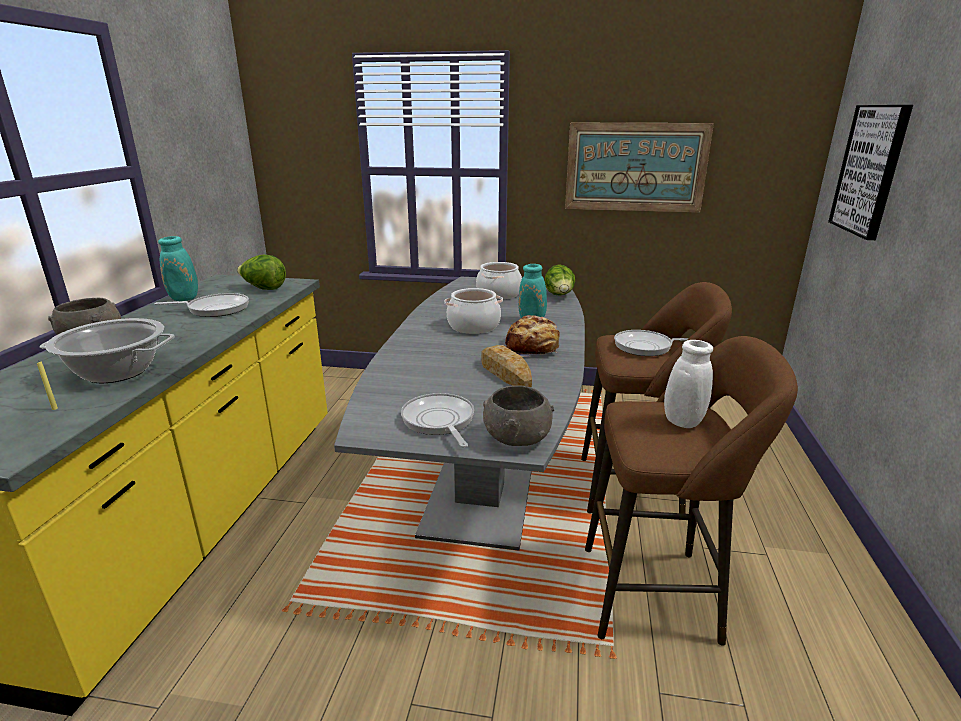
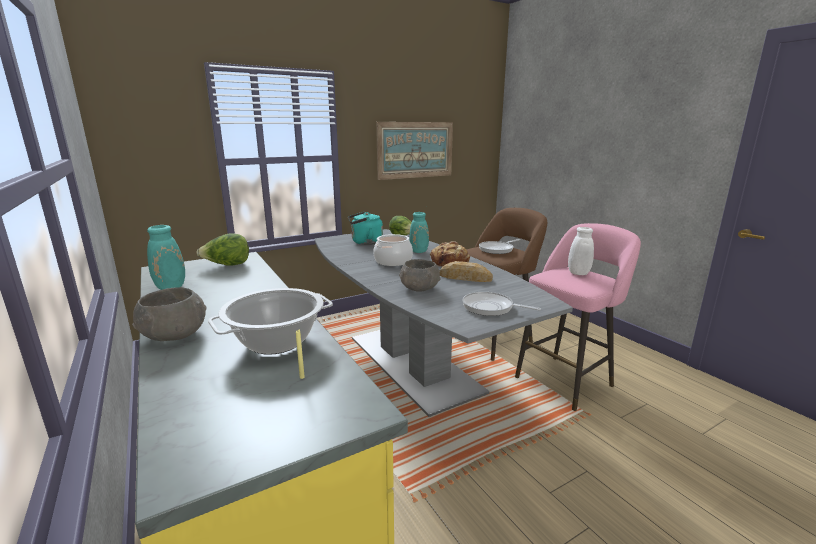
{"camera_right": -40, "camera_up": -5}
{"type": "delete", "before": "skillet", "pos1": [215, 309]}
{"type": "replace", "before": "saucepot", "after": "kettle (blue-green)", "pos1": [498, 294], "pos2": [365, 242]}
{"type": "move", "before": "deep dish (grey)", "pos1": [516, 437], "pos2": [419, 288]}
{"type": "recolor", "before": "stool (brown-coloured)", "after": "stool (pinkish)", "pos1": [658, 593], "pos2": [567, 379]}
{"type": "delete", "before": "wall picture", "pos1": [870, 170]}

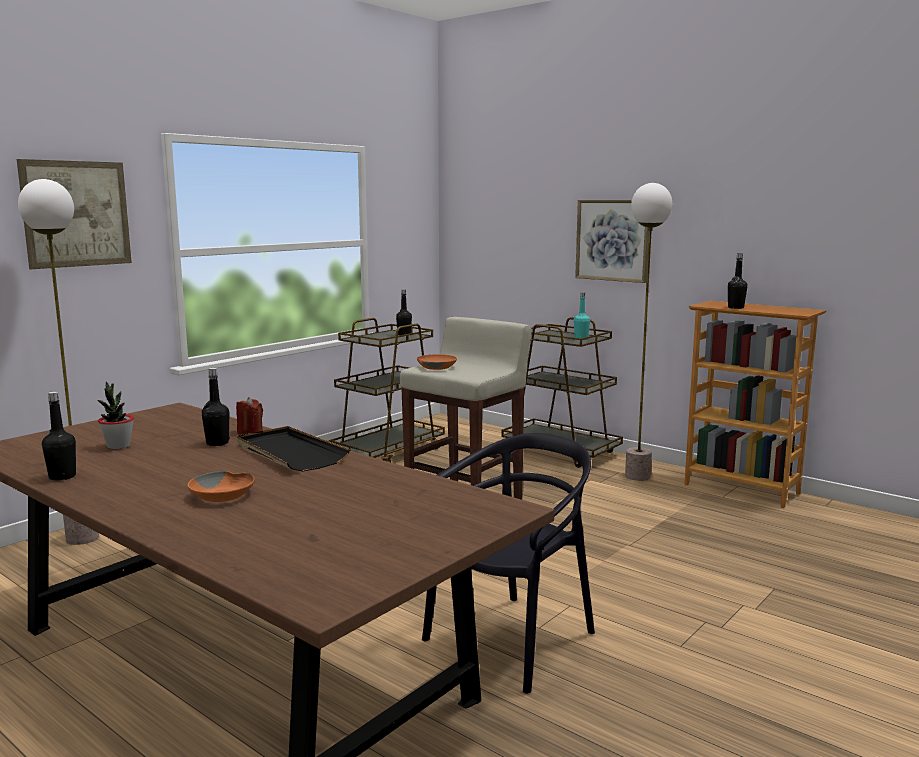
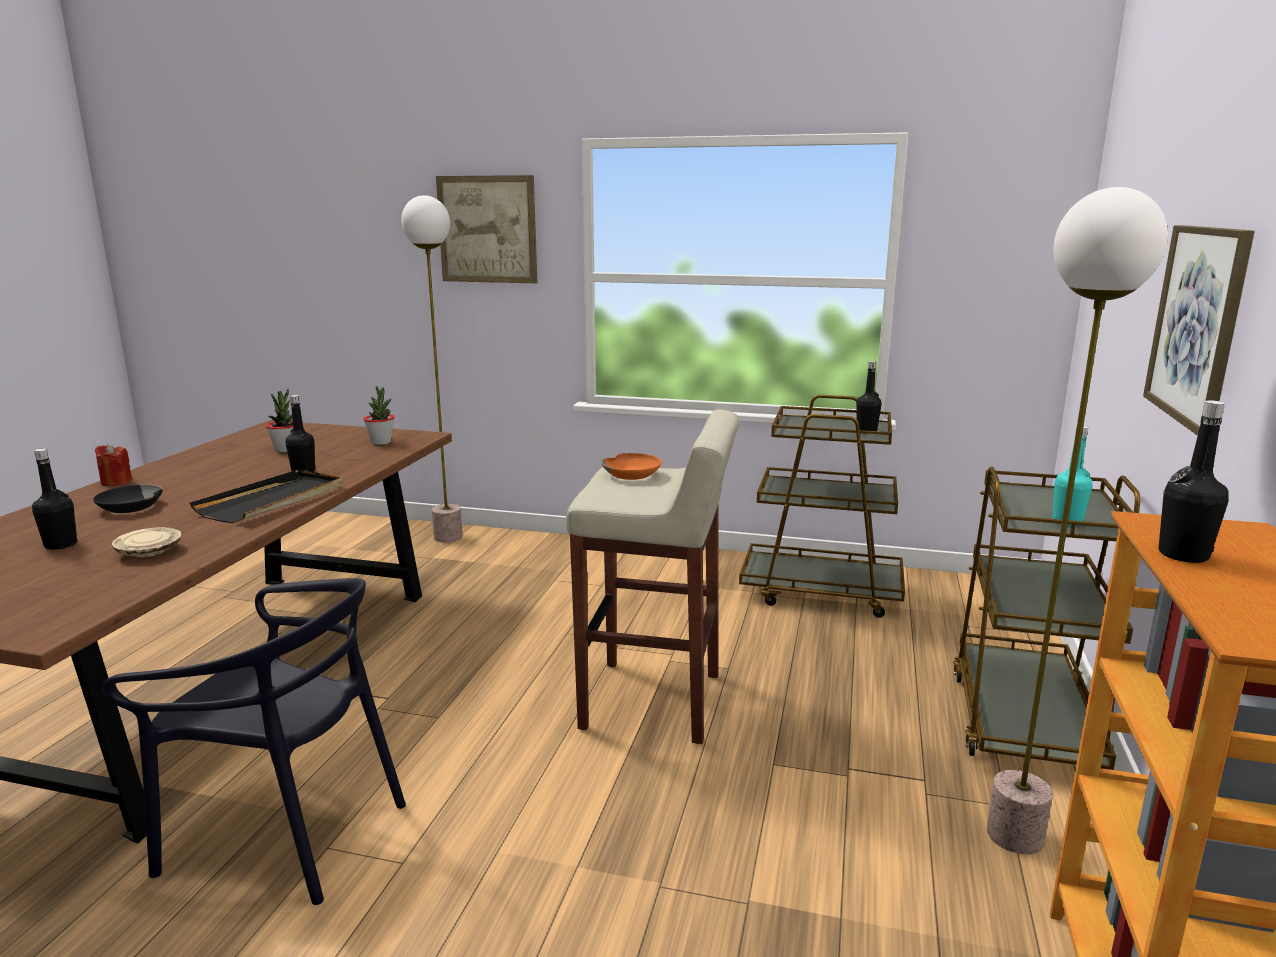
{"camera_right": 65, "camera_up": 5}
{"type": "move", "before": "bottle (black-coloured)", "pos1": [62, 477], "pos2": [61, 545]}
{"type": "recolor", "before": "deep dish (orange-coloured)", "after": "deep dish (black-coloured)", "pos1": [223, 496], "pos2": [129, 508]}
{"type": "move", "before": "candle (red-coloured)", "pos1": [250, 432], "pos2": [116, 482]}
{"type": "insert", "after": "plate (sand-coloured)", "pos2": [149, 551]}
{"type": "insert", "after": "houseplant", "pos2": [381, 442]}

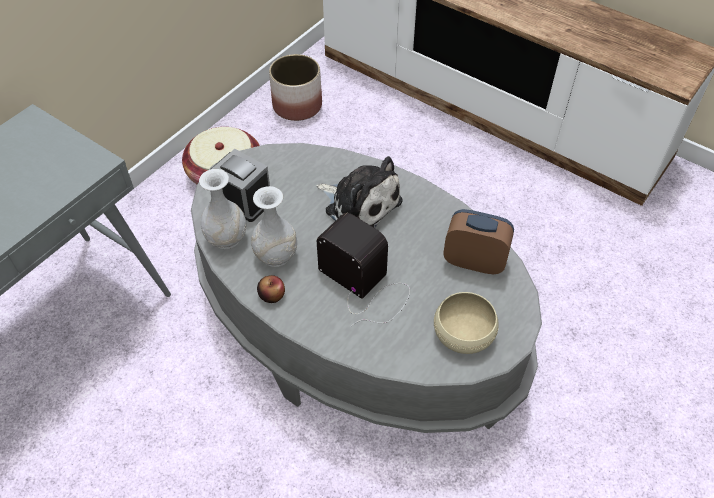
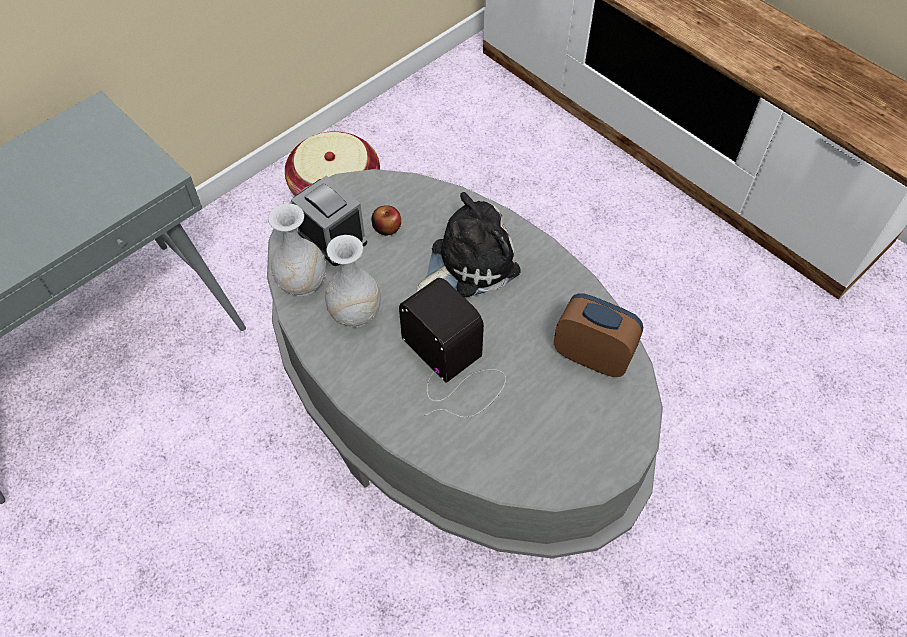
{"camera_right": 10, "camera_up": 5}
{"type": "move", "before": "apple fruit", "pos1": [272, 295], "pos2": [387, 227]}
{"type": "delete", "before": "flower pot", "pos1": [297, 105]}
{"type": "rotate", "before": "cuddly toy", "pos1": [360, 204], "pos2": [469, 262], "turn": -75}
{"type": "delete", "before": "deep dish (sand-coloured)", "pos1": [464, 333]}

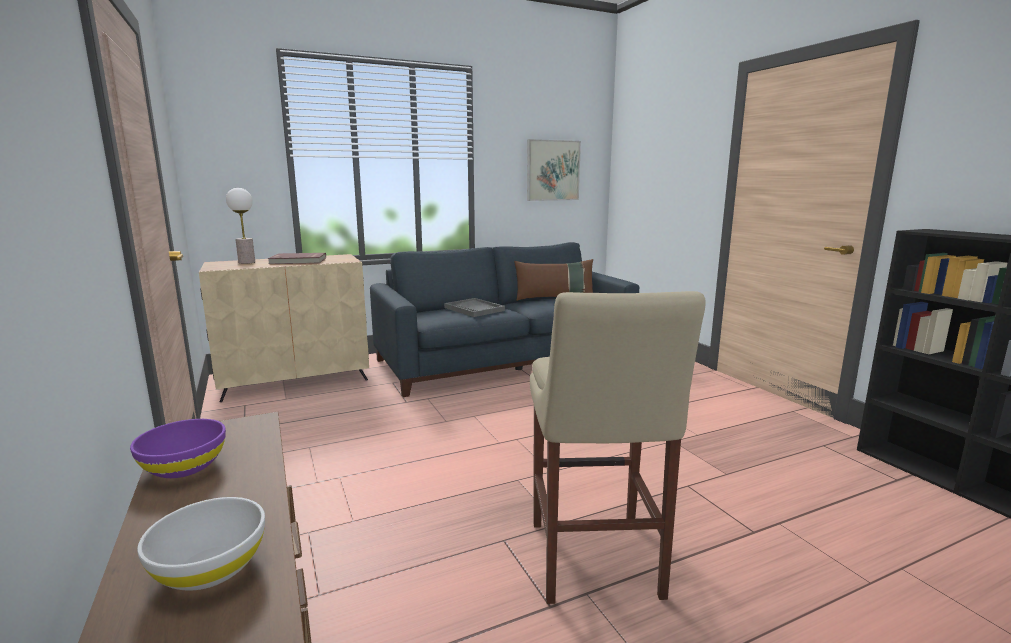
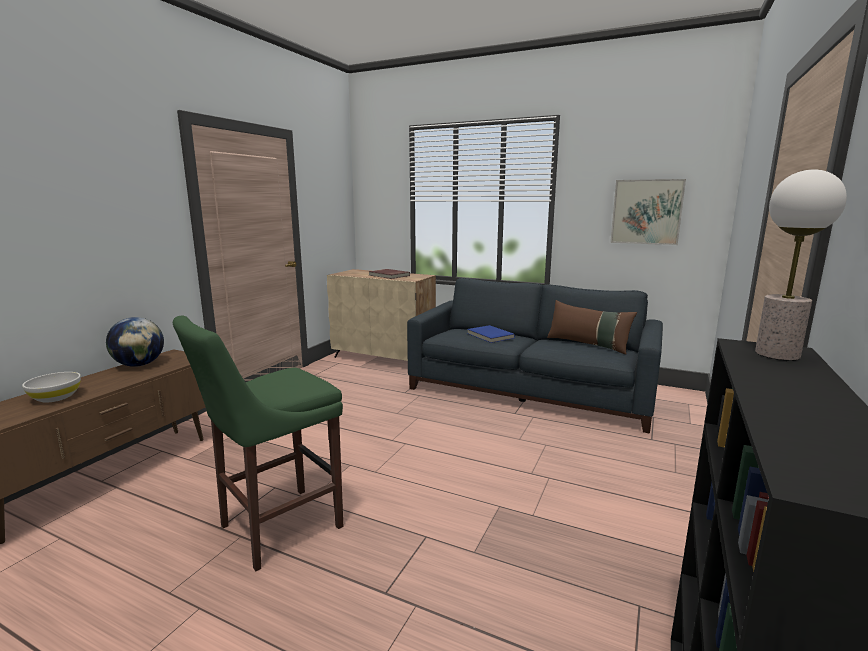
{"camera_right": 50, "camera_up": 0}
{"type": "replace", "before": "deep dish (purple-coloured)", "after": "desk globe", "pos1": [184, 467], "pos2": [139, 365]}
{"type": "move", "before": "lamp for a table", "pos1": [247, 262], "pos2": [777, 354]}
{"type": "replace", "before": "serving tray (grey)", "after": "volume (bluish)", "pos1": [474, 309], "pos2": [489, 336]}
{"type": "recolor", "before": "stool (sand-coloured)", "after": "stool (greenish)", "pos1": [594, 563], "pos2": [275, 528]}

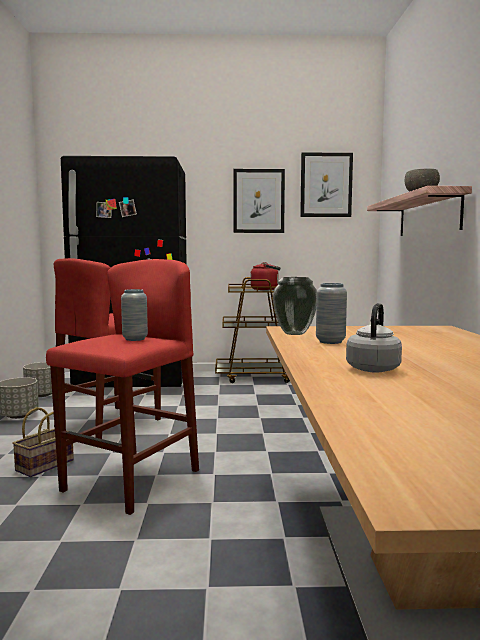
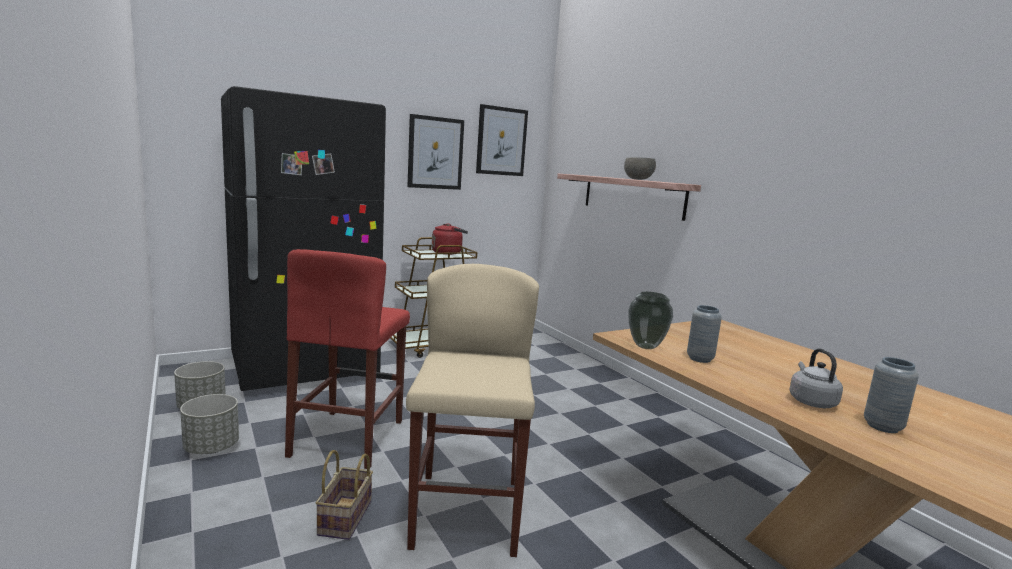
{"camera_right": -30, "camera_up": 5}
{"type": "recolor", "before": "stool (red-coloured)", "after": "stool (sand-coloured)", "pos1": [131, 480], "pos2": [467, 512]}
{"type": "move", "before": "flower vase (grey)", "pos1": [135, 339], "pos2": [882, 427]}

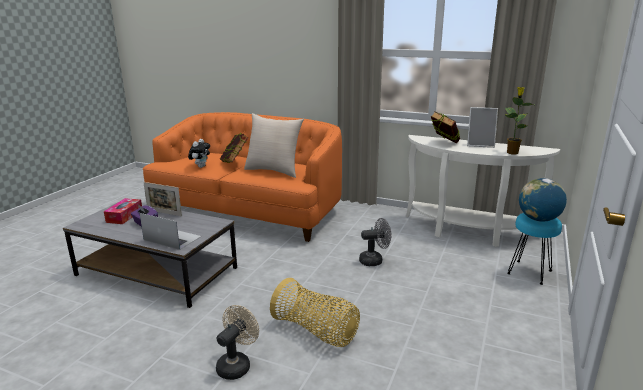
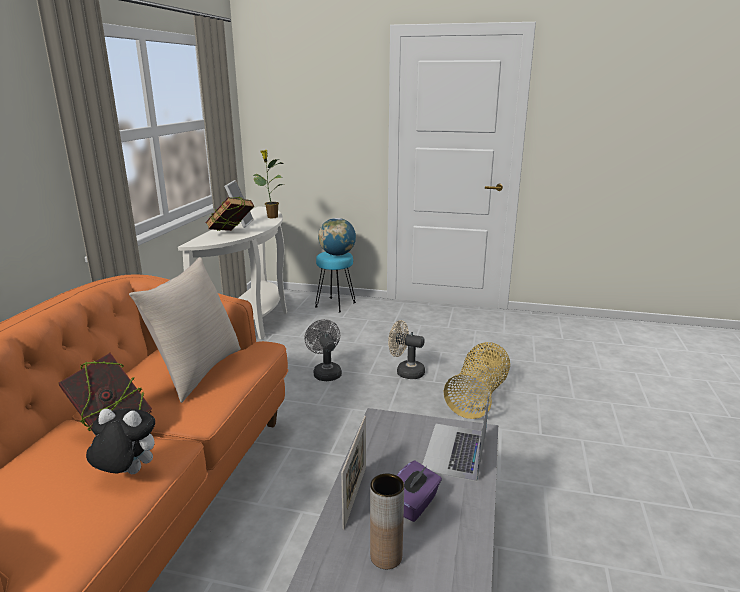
{"camera_right": -100, "camera_up": 0}
{"type": "replace", "before": "tissue holder", "after": "flower vase (brown-coloured)", "pos1": [124, 216], "pos2": [386, 556]}
{"type": "move", "before": "fan (sand-coloured)", "pos1": [237, 364], "pos2": [405, 372]}

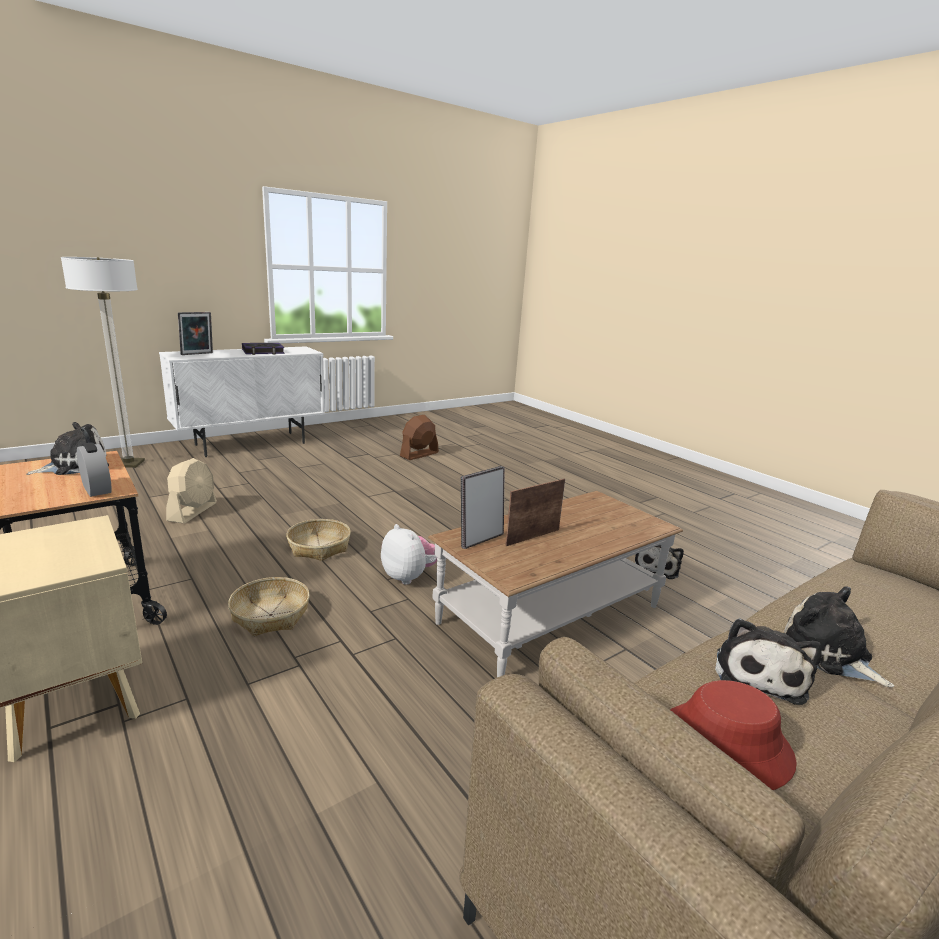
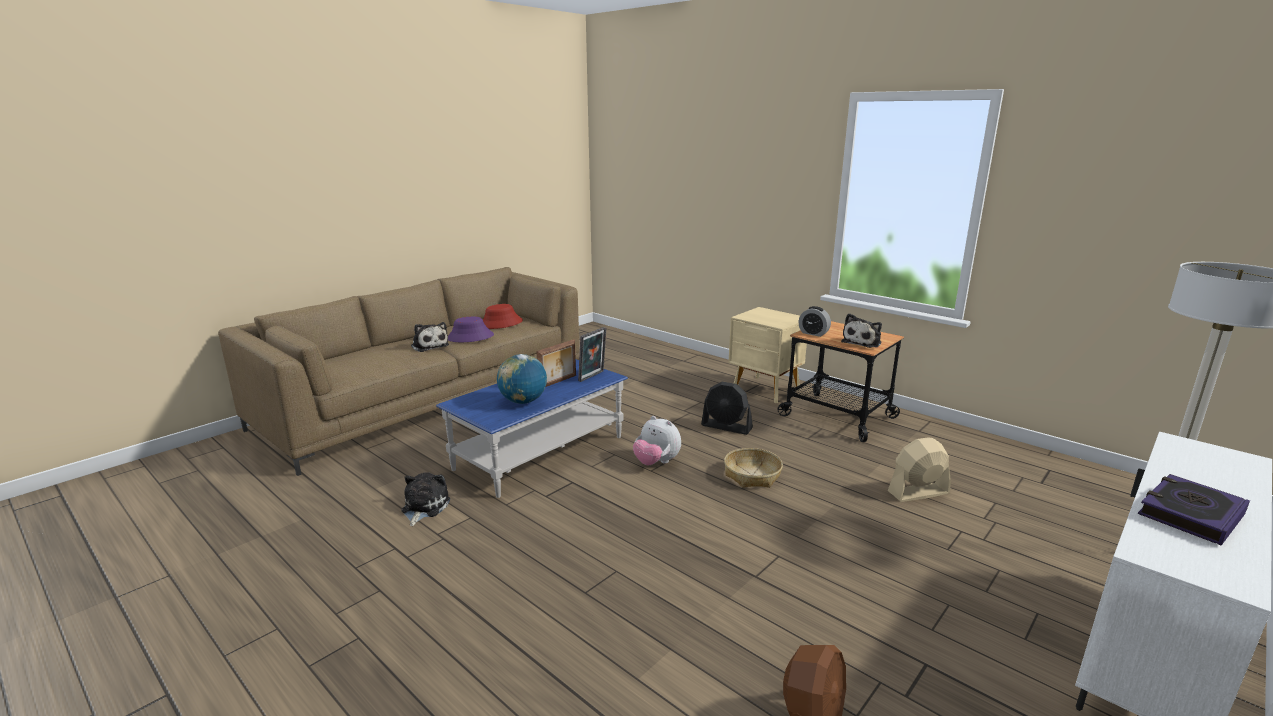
{"camera_right": 170, "camera_up": 0}
{"type": "rotate", "before": "fan (sand-coloured)", "pos1": [193, 511], "pos2": [918, 492], "turn": 75}
{"type": "delete", "before": "picture frame", "pos1": [197, 354]}
{"type": "replace", "before": "storage basket", "after": "fan (black-coloured)", "pos1": [270, 615], "pos2": [726, 427]}
{"type": "recolor", "before": "lounge table (brown-coloured)", "after": "lounge table (bluish)", "pos1": [550, 614], "pos2": [540, 452]}
{"type": "replace", "before": "cuddly toy", "after": "hat (purple-coloured)", "pos1": [758, 674], "pos2": [470, 337]}
{"type": "insert", "after": "desk globe", "pos2": [523, 401]}

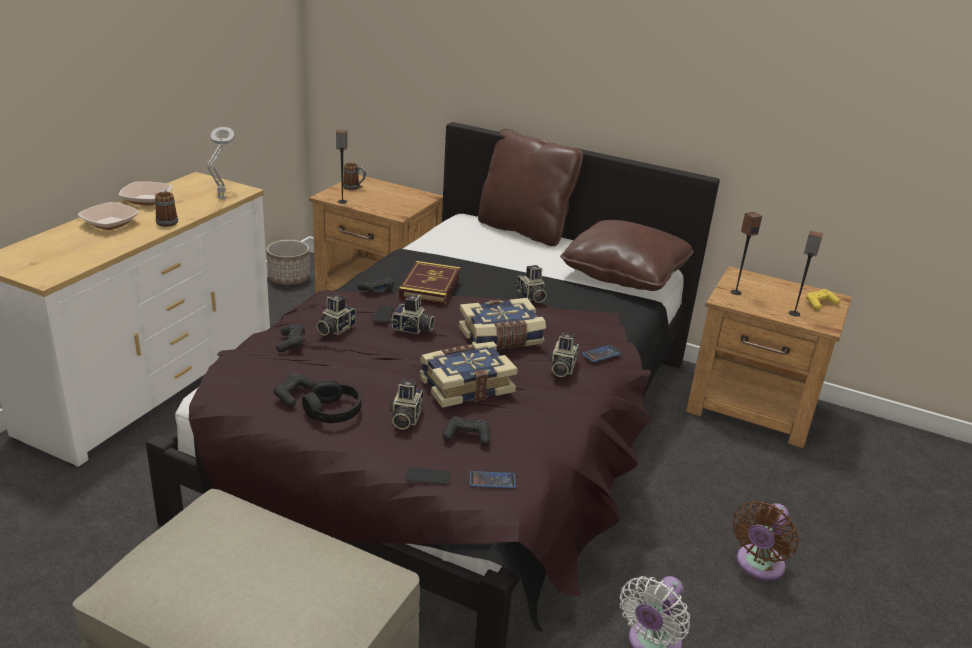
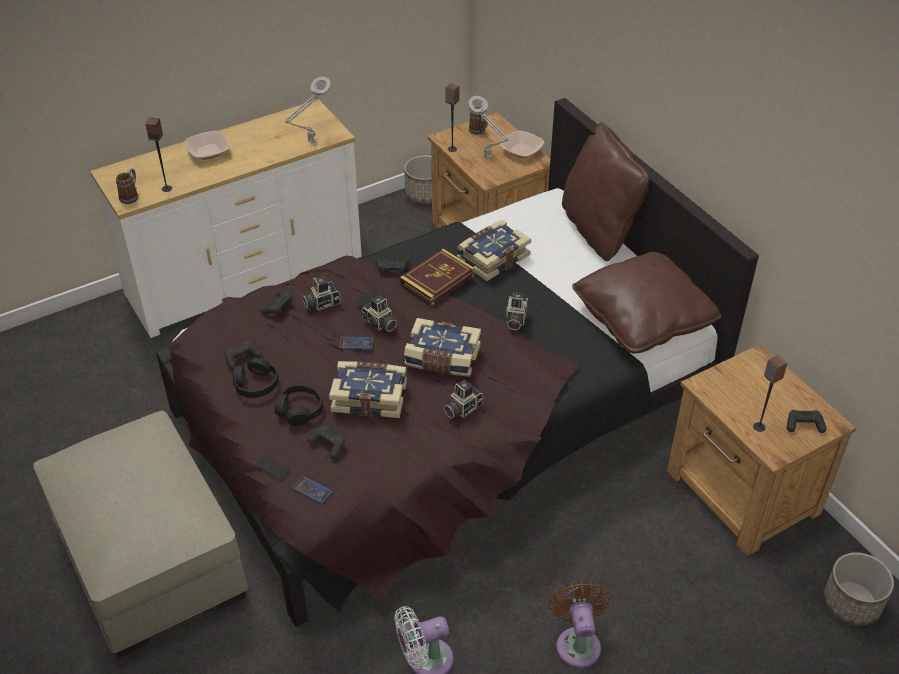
{"camera_right": 35, "camera_up": 15}
{"type": "move", "before": "deep dish", "pos1": [147, 200], "pos2": [521, 150]}
{"type": "move", "before": "mug", "pos1": [167, 220], "pos2": [131, 196]}
{"type": "replace", "before": "photo camera", "after": "headphones (black-coloured)", "pos1": [405, 418], "pos2": [299, 410]}
{"type": "move", "before": "telephone", "pos1": [601, 354], "pos2": [356, 343]}
{"type": "move", "before": "loudspeaker", "pos1": [735, 292], "pos2": [167, 188]}
{"type": "rotate", "before": "fan (brown-coloured)", "pos1": [758, 566], "pos2": [577, 642], "turn": 105}
{"type": "recolor", "before": "joypad (yellow)", "after": "joypad (black-coloured)", "pos1": [820, 304], "pos2": [804, 425]}
{"type": "insert", "after": "volume", "pos2": [492, 258]}
{"type": "insert", "after": "lamp for a table (grey)", "pos2": [488, 158]}
{"type": "insert", "after": "flower pot", "pos2": [851, 603]}

